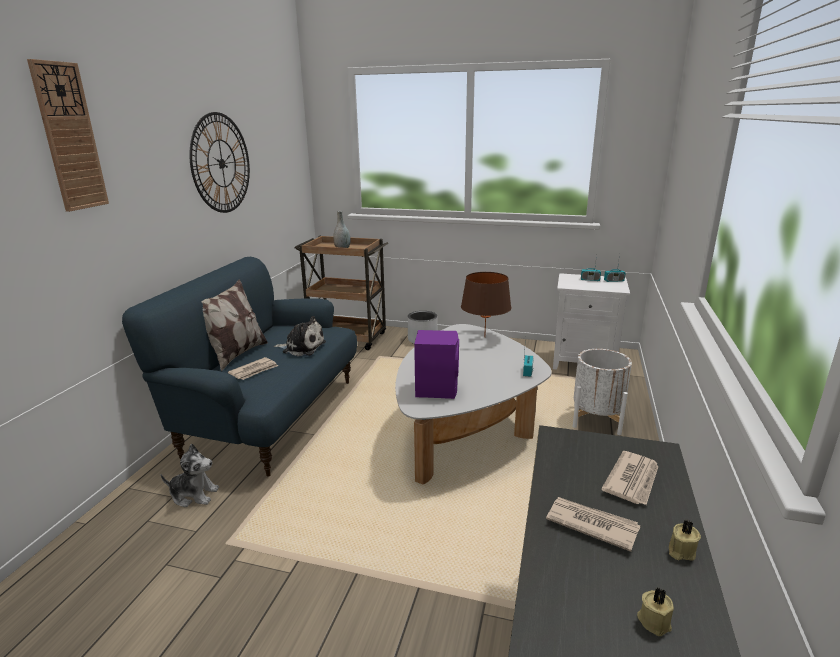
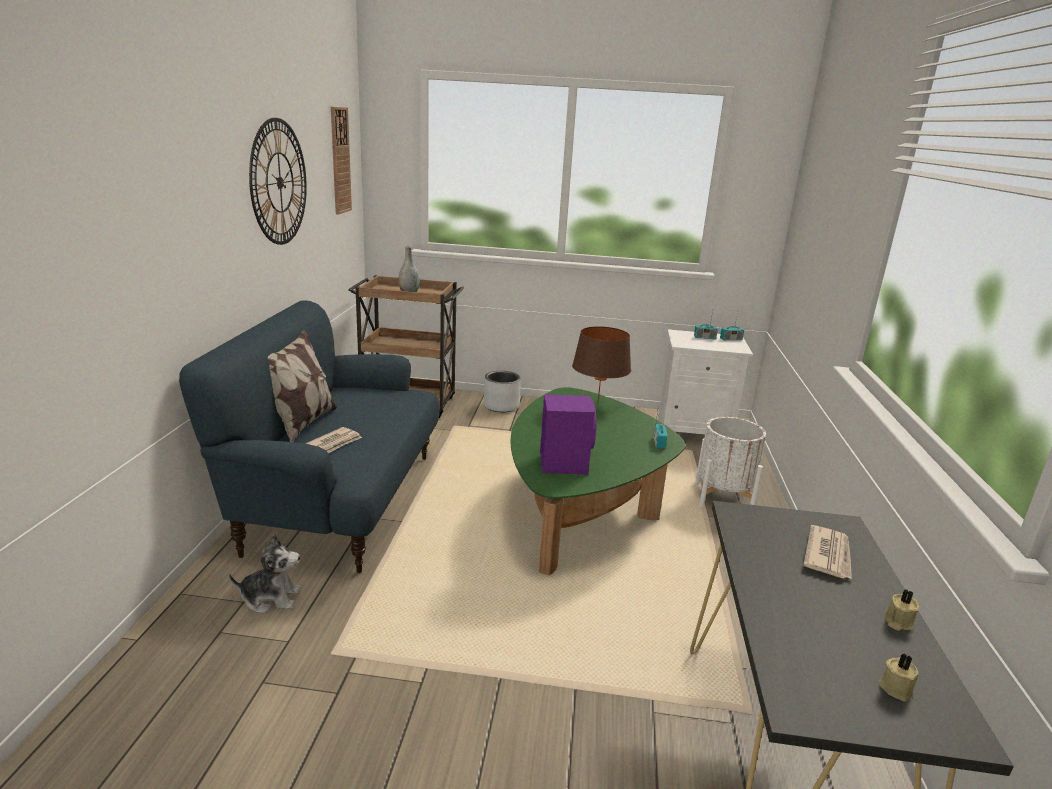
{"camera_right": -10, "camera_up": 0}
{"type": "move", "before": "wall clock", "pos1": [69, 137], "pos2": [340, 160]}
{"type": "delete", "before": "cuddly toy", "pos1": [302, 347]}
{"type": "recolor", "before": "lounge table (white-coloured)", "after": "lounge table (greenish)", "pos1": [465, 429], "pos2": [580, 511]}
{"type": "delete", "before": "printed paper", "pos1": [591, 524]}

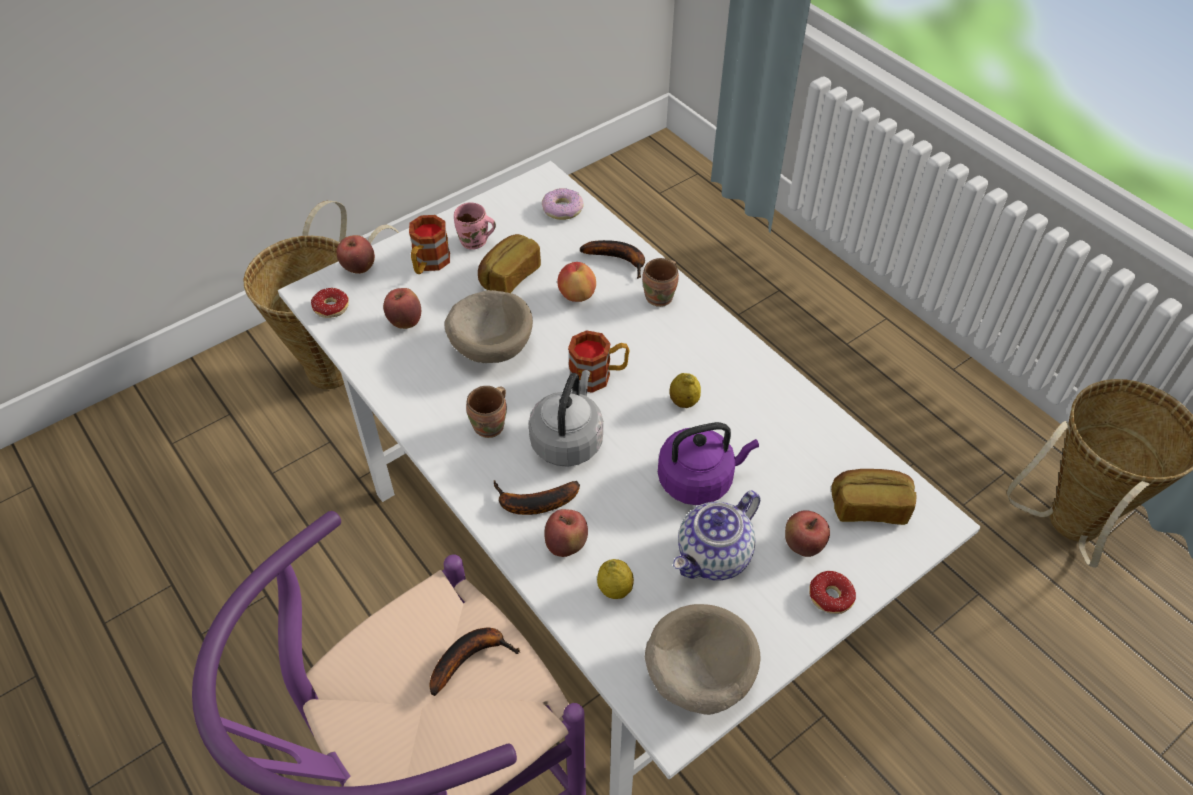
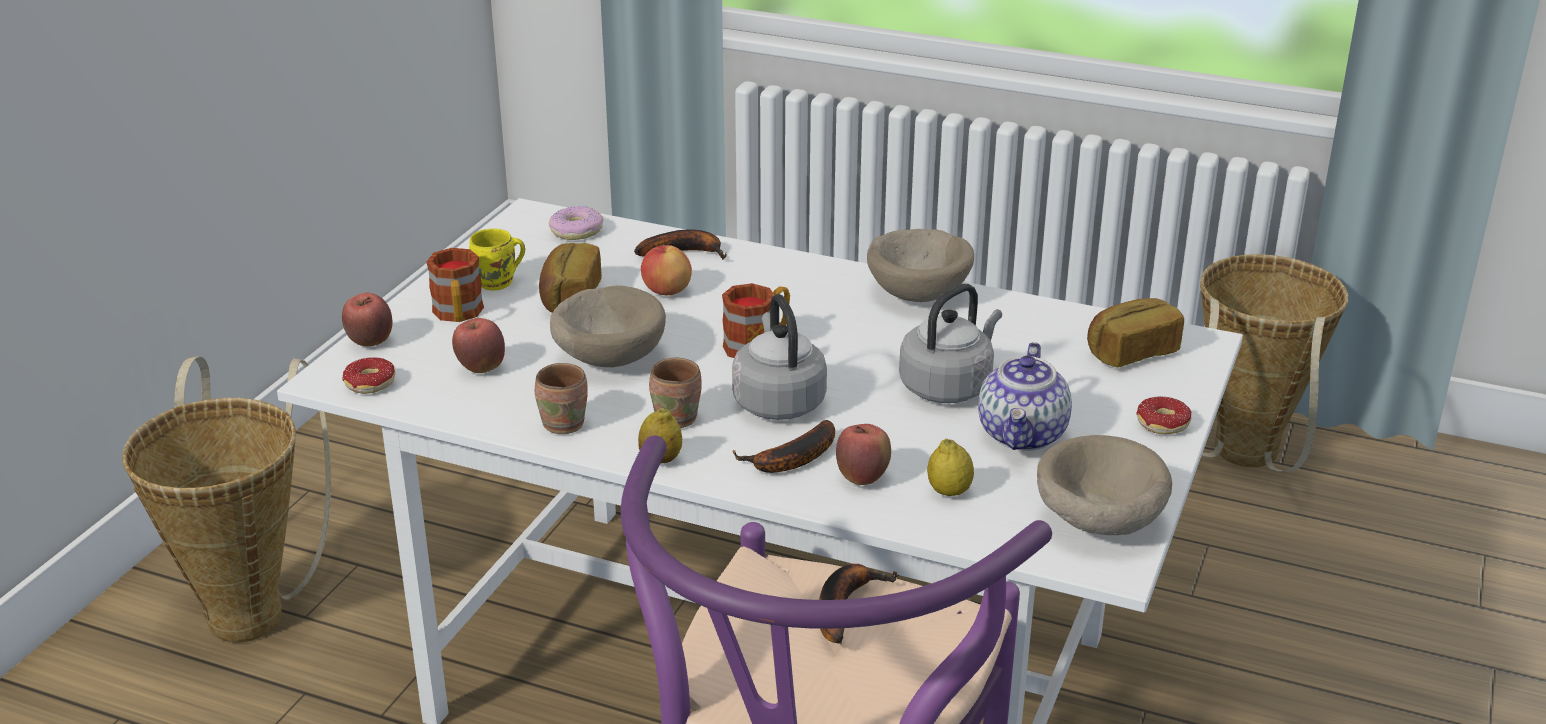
{"camera_right": -30, "camera_up": -20}
{"type": "recolor", "before": "mug (pinkish)", "after": "mug (yellow)", "pos1": [475, 243], "pos2": [498, 283]}
{"type": "move", "before": "mug (brown-coloured)", "pos1": [661, 297], "pos2": [566, 423]}
{"type": "recolor", "before": "kettle (purple-coloured)", "after": "kettle (grey)", "pos1": [699, 479], "pos2": [948, 386]}
{"type": "move", "before": "lemon", "pos1": [683, 402], "pos2": [661, 459]}
{"type": "delete", "before": "apple fruit", "pos1": [802, 546]}
{"type": "insert", "after": "deep dish (sand-coloured)", "pos2": [920, 293]}

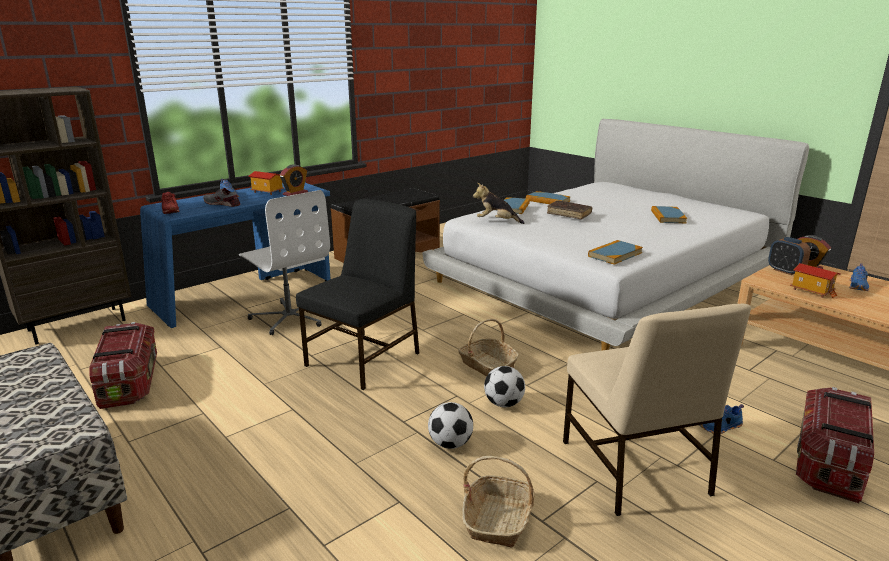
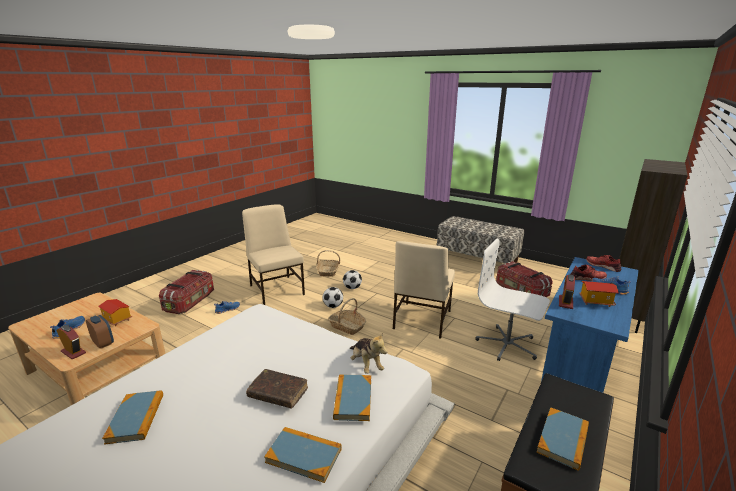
{"camera_right": 165, "camera_up": 0}
{"type": "recolor", "before": "item of footwear (grey)", "after": "item of footwear (red-coloured)", "pos1": [222, 204], "pos2": [587, 278]}
{"type": "recolor", "before": "chair (black-coloured)", "after": "chair (sand-coloured)", "pos1": [365, 358], "pos2": [421, 320]}
{"type": "rotate", "before": "cuddly toy", "pos1": [497, 222], "pos2": [366, 365], "turn": 60}
{"type": "move", "before": "volume", "pos1": [615, 254], "pos2": [563, 439]}

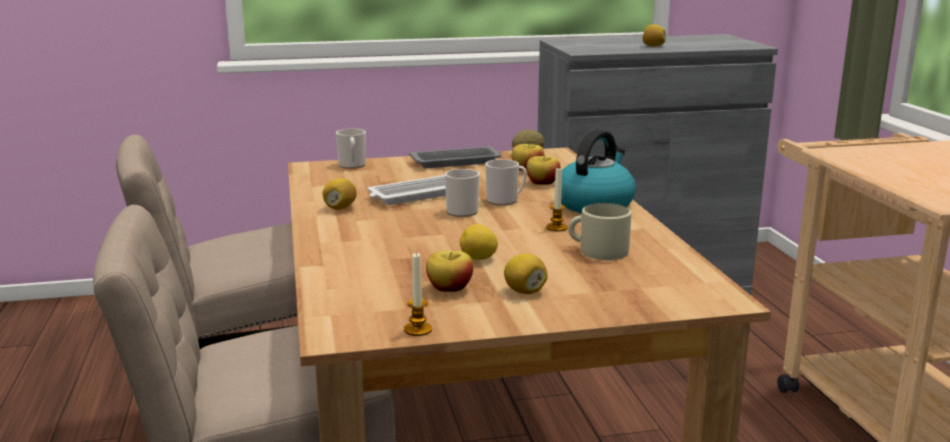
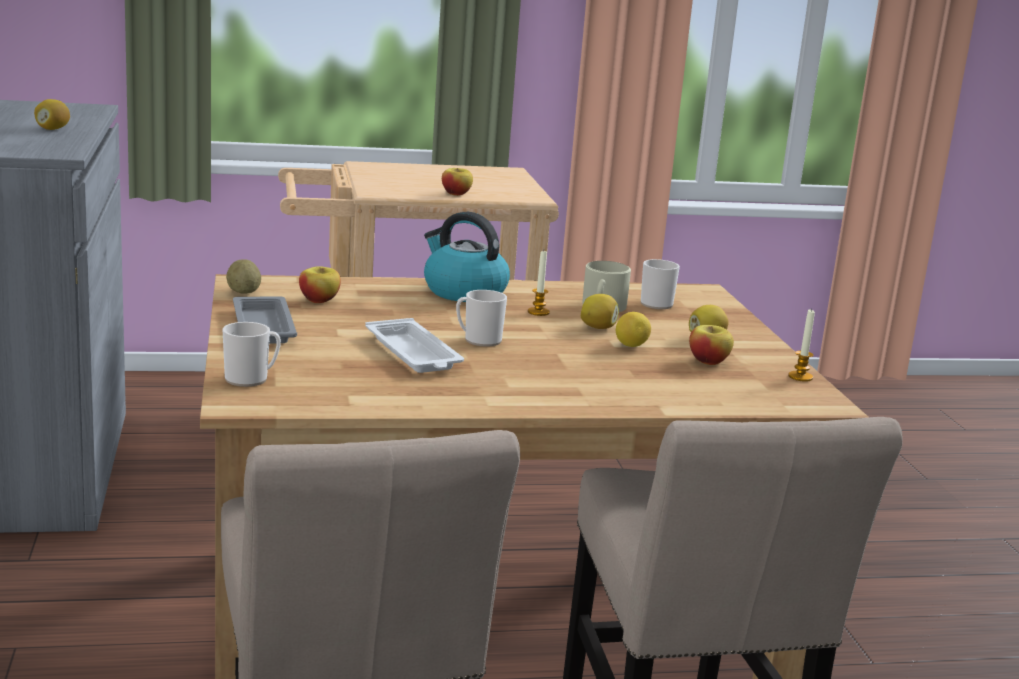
{"camera_right": -90, "camera_up": 0}
{"type": "move", "before": "lemon", "pos1": [340, 208], "pos2": [598, 327]}
{"type": "move", "before": "mug", "pos1": [505, 201], "pos2": [656, 303]}
{"type": "move", "before": "apple fruit", "pos1": [542, 183], "pos2": [456, 194]}

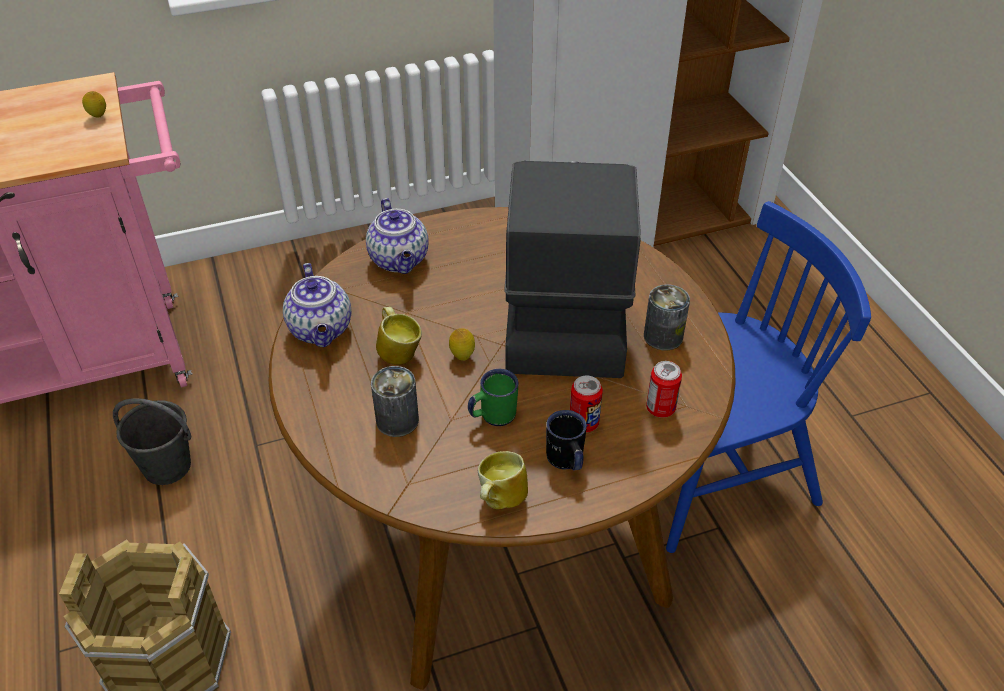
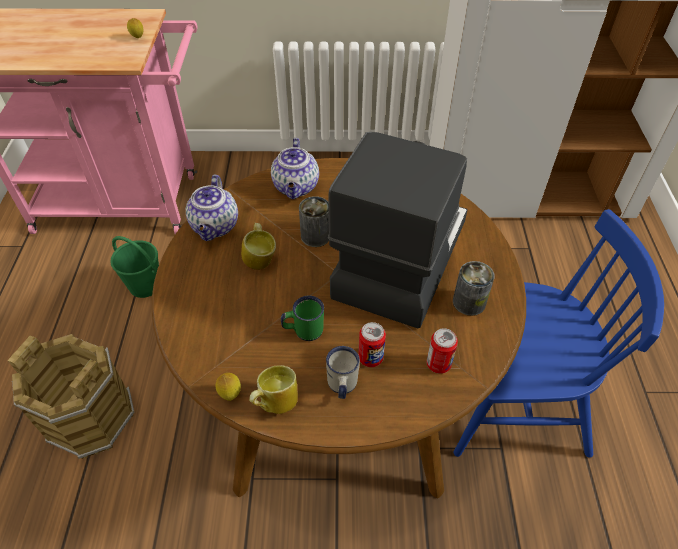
{"camera_right": 20, "camera_up": 5}
{"type": "recolor", "before": "bucket (grey)", "after": "bucket (greenish)", "pos1": [168, 466], "pos2": [145, 285]}
{"type": "move", "before": "sealed can", "pos1": [397, 420], "pos2": [315, 236]}
{"type": "move", "before": "lemon", "pos1": [462, 356], "pos2": [230, 395]}
{"type": "recolor", "before": "mug (black-coloured)", "after": "mug (white-coloured)", "pos1": [566, 461], "pos2": [341, 386]}

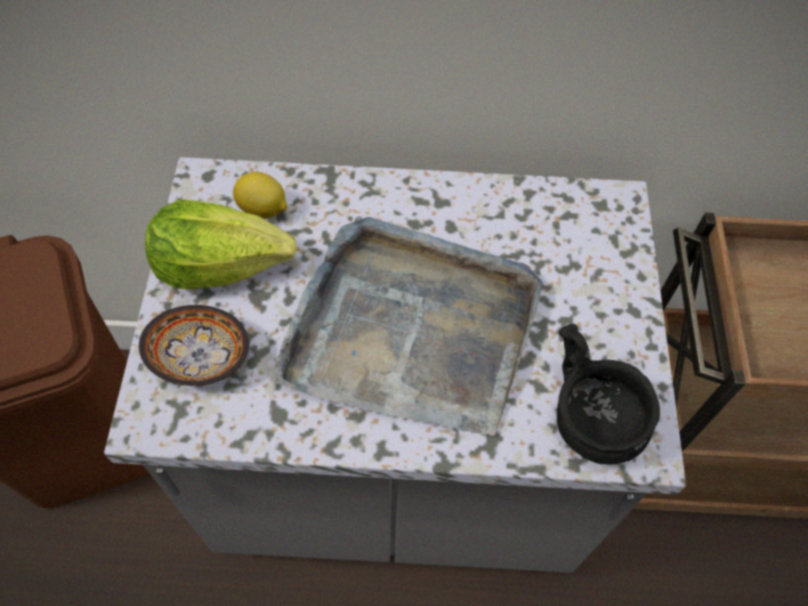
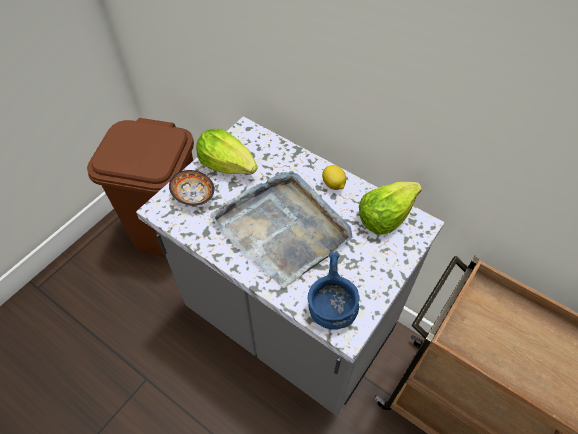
{"camera_right": 35, "camera_up": -5}
{"type": "move", "before": "lemon", "pos1": [263, 210], "pos2": [333, 185]}
{"type": "recolor", "before": "deep dish (black-coloured)", "after": "deep dish (bluish)", "pos1": [592, 424], "pos2": [331, 309]}
{"type": "insert", "after": "lettuce head", "pos2": [385, 215]}

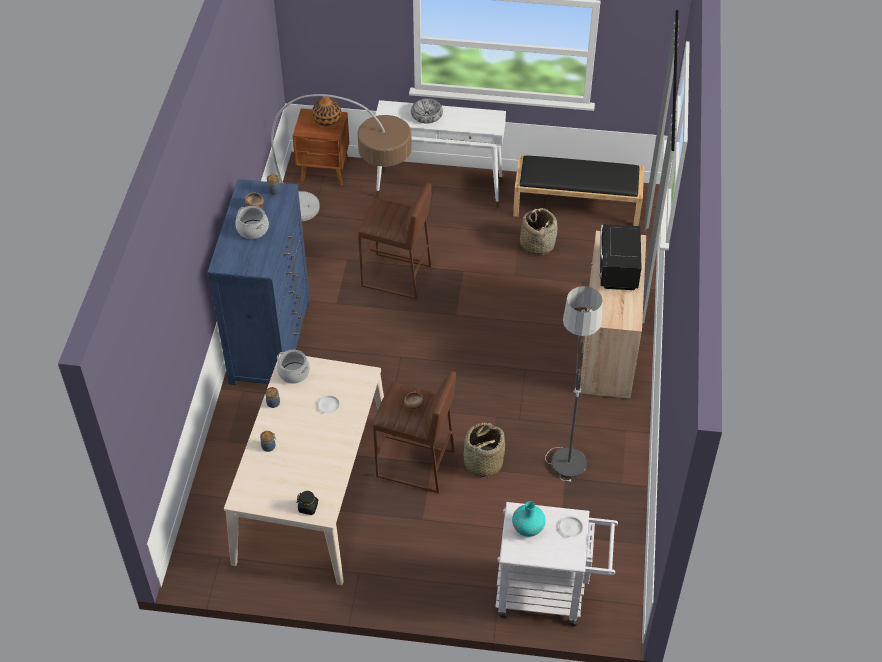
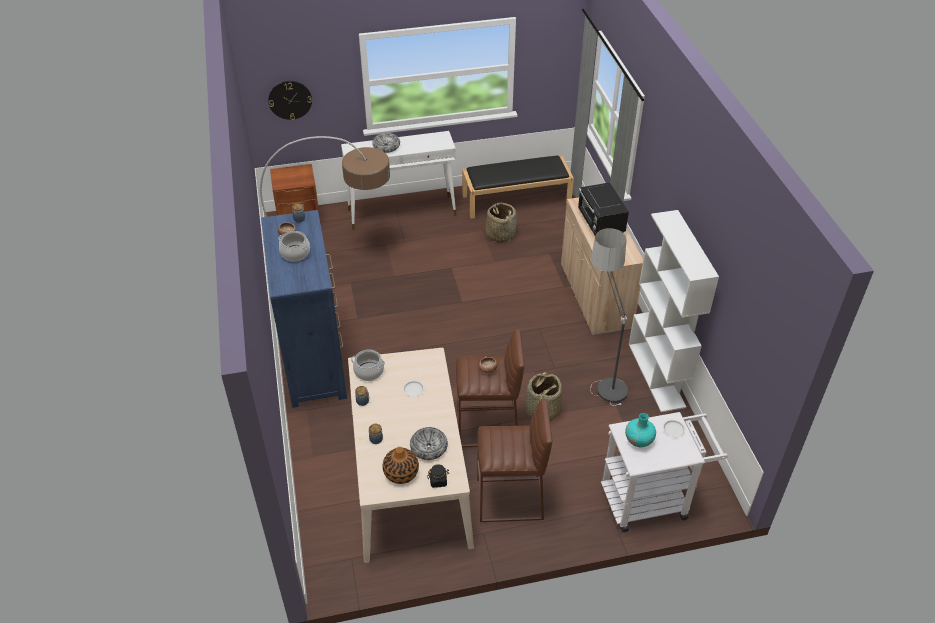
{"camera_right": -20, "camera_up": -5}
{"type": "move", "before": "flower vase", "pos1": [327, 120], "pos2": [401, 473]}
{"type": "move", "before": "stool (brown-coloured)", "pos1": [397, 277], "pos2": [510, 500]}
{"type": "insert", "after": "wall clock", "pos2": [290, 100]}
{"type": "insert", "after": "deep dish", "pos2": [429, 447]}
{"type": "insert", "after": "bookshelf (white-coloured)", "pos2": [657, 375]}

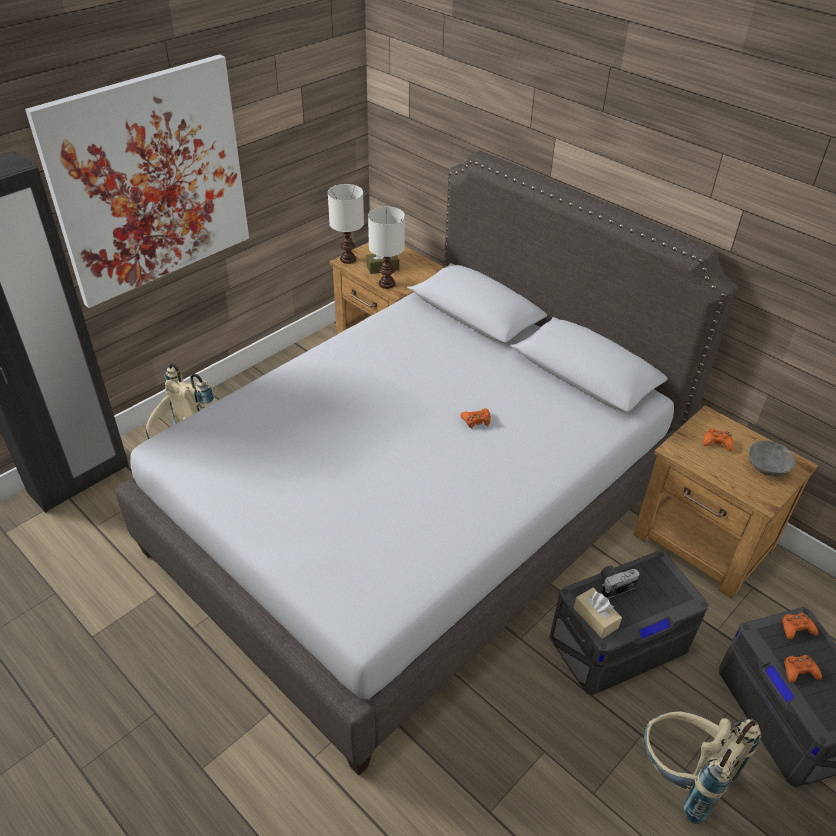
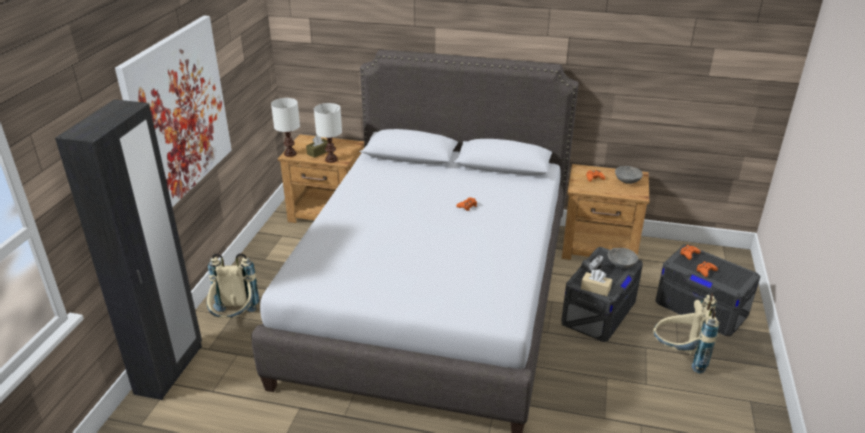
{"camera_right": -30, "camera_up": -10}
{"type": "insert", "after": "deep dish (grey)", "pos2": [620, 264]}

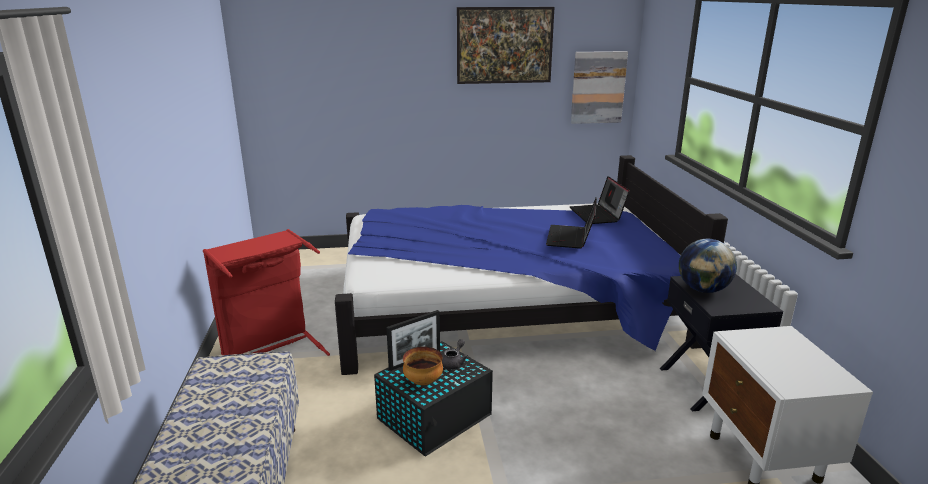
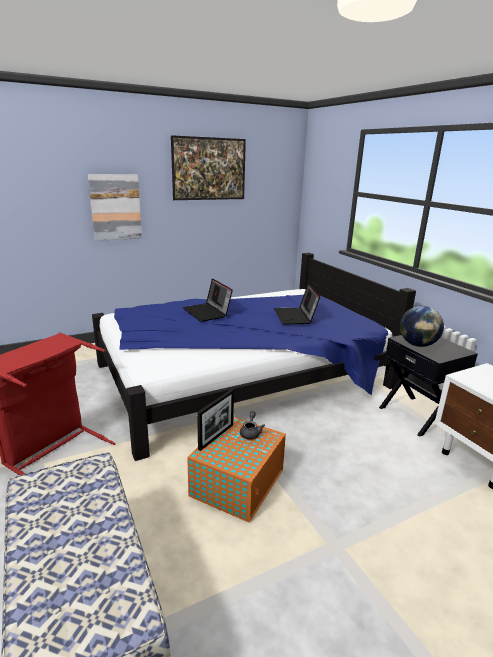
{"camera_right": -20, "camera_up": 0}
{"type": "recolor", "before": "storage box (black-coloured)", "after": "storage box (orange-coloured)", "pos1": [436, 416], "pos2": [238, 482]}
{"type": "delete", "before": "deep dish", "pos1": [423, 382]}
{"type": "move", "before": "laptop", "pos1": [598, 215], "pos2": [207, 312]}
{"type": "move", "before": "wall picture", "pos1": [598, 87], "pos2": [115, 207]}

